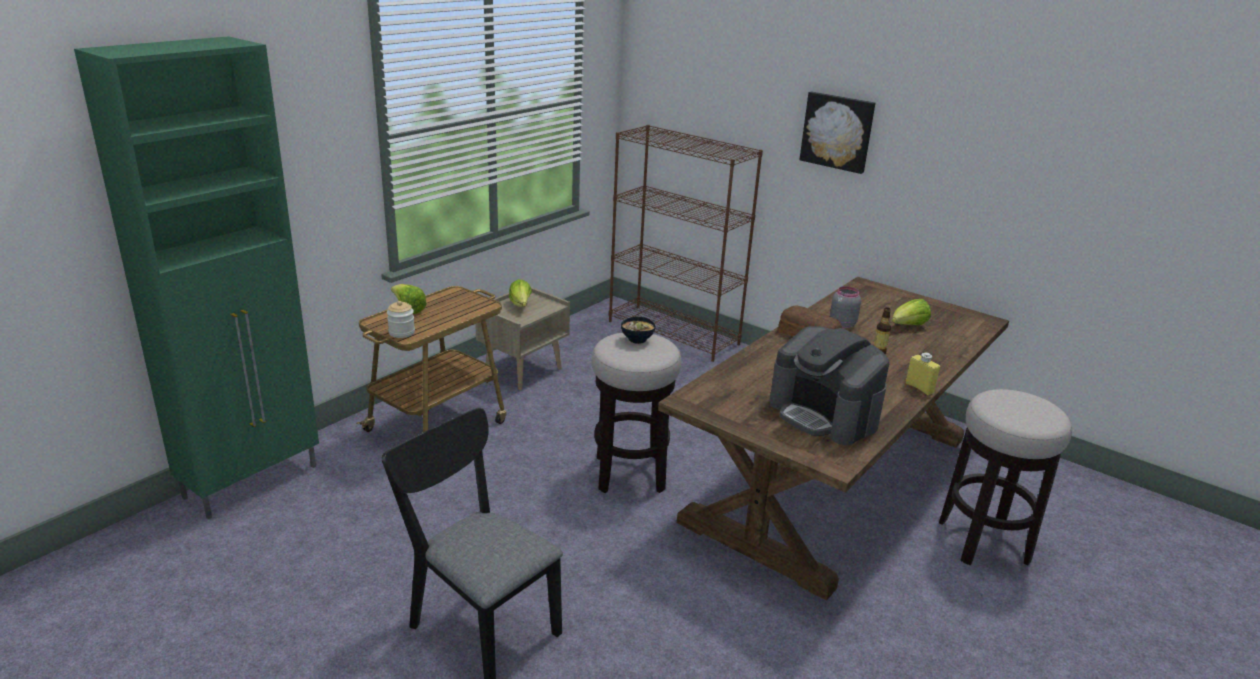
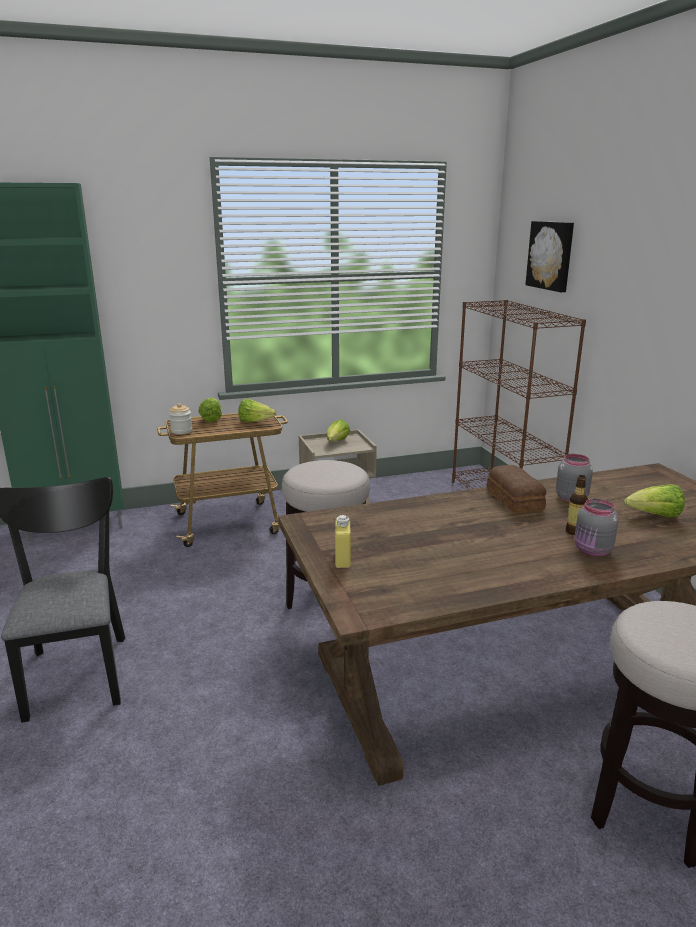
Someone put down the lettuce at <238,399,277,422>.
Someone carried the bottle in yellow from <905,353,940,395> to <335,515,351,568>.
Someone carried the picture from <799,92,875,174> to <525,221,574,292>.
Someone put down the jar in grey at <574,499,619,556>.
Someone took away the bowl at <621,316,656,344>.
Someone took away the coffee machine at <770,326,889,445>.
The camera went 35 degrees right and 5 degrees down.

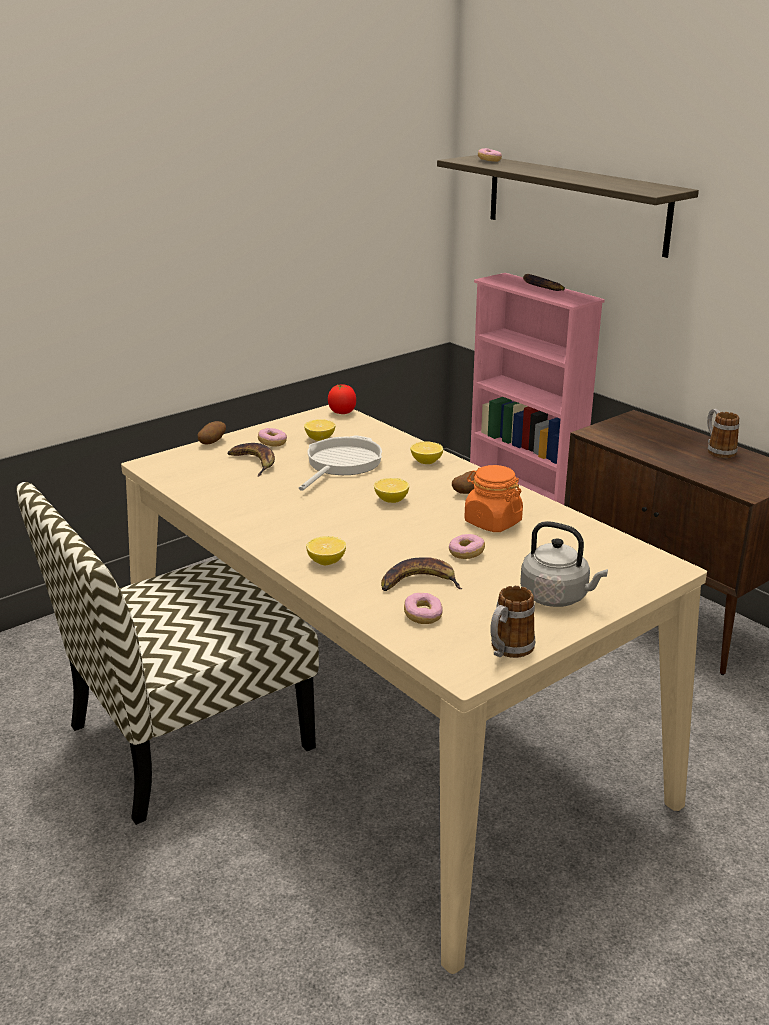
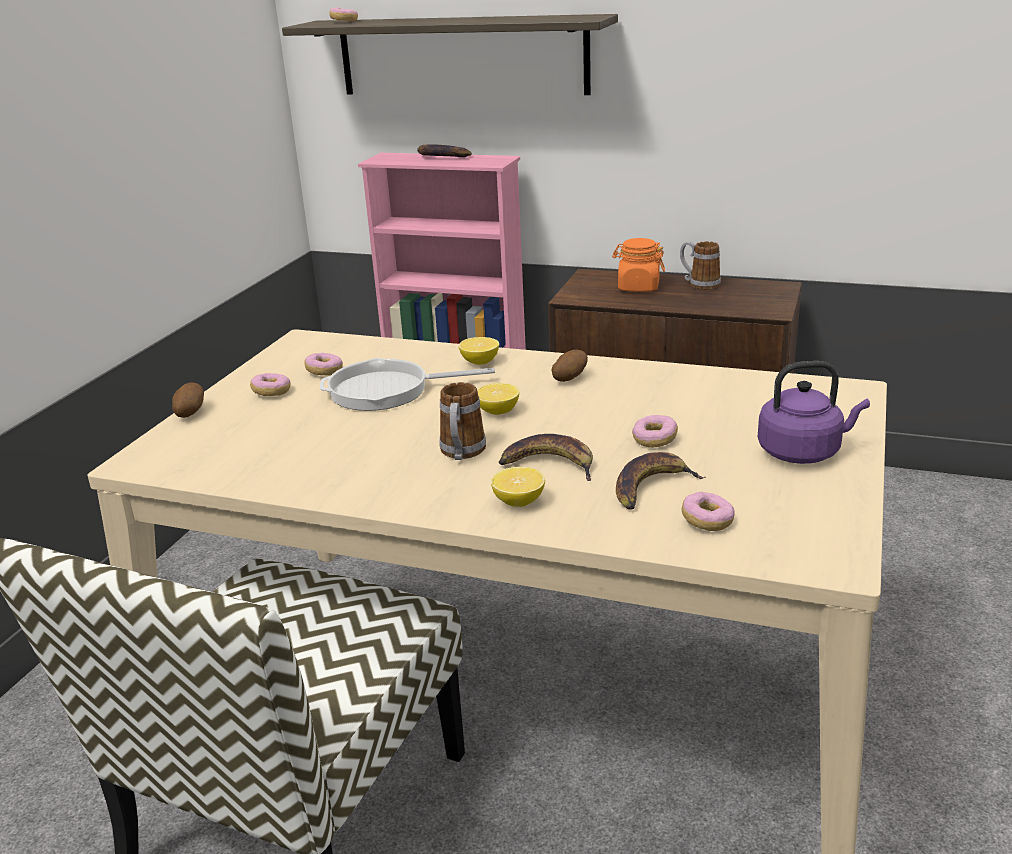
Someone swapped the lemon at <304,419,335,441> for the donut at <304,353,343,375>.
Someone rotated the frying pan at <299,435,382,491> by 90 degrees counterclockwise.
Someone carried the mug from <490,586,535,658> to <440,382,486,460>.
Someone carried the banana from <227,443,275,476> to <499,434,593,481>.
Someone carried the jar in orange from <465,465,523,532> to <612,238,665,292>.
Someone repainted the kettle in grey at <520,521,608,607>, which became the kettle in purple at <758,361,870,464>.
Someone took away the tomato at <328,384,356,414>.
The camera went 30 degrees left and 0 degrees up.

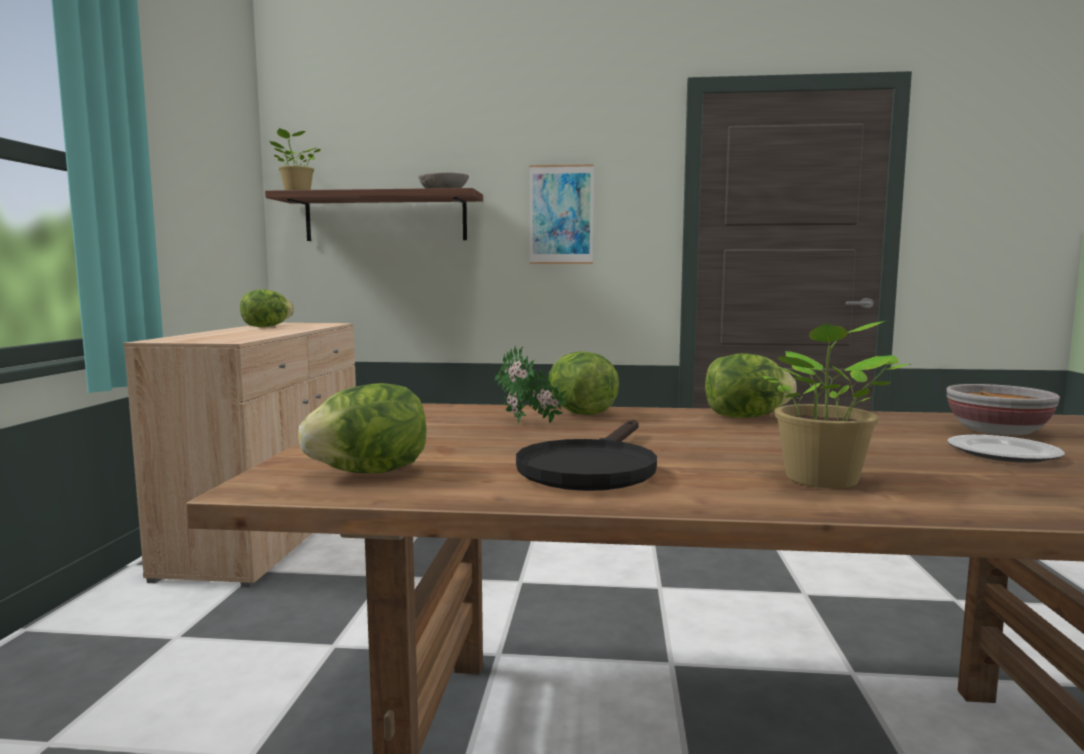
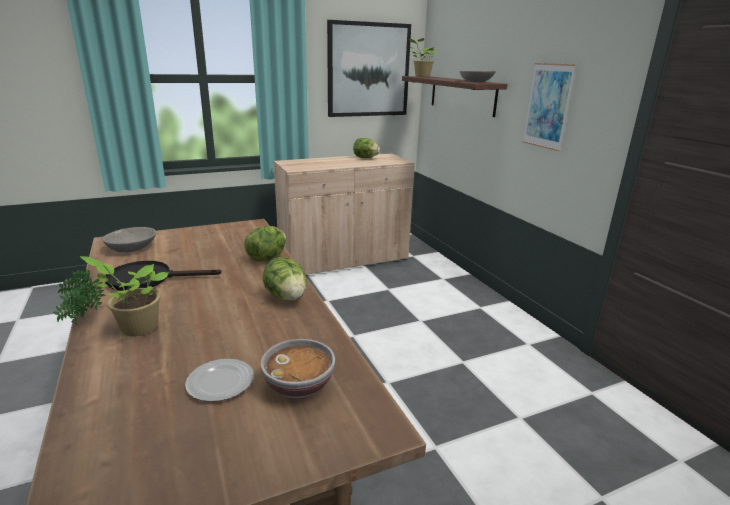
Someone carried the potted plant from <495,345,567,424> to <53,268,106,325>.
Someone swapped the lettuce at <298,383,426,473> for the bowl in grey at <102,227,157,252>.
Someone put up the picture at <327,20,411,117>.
The camera went 60 degrees right and 15 degrees up.

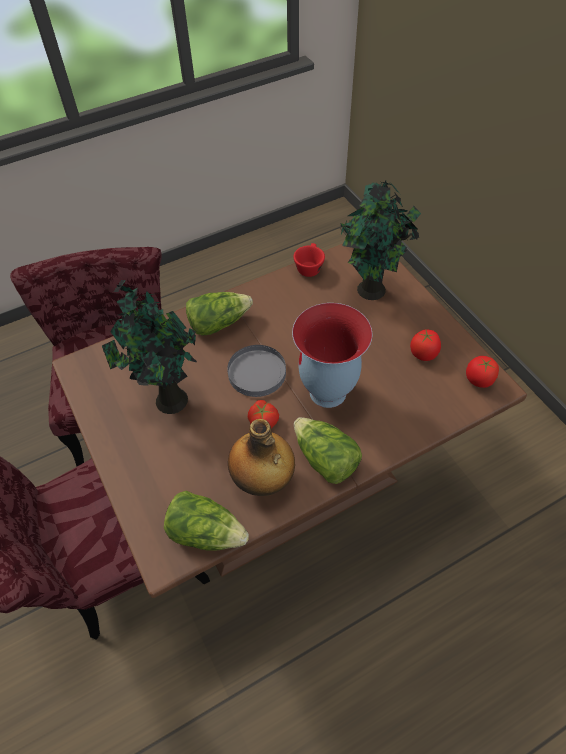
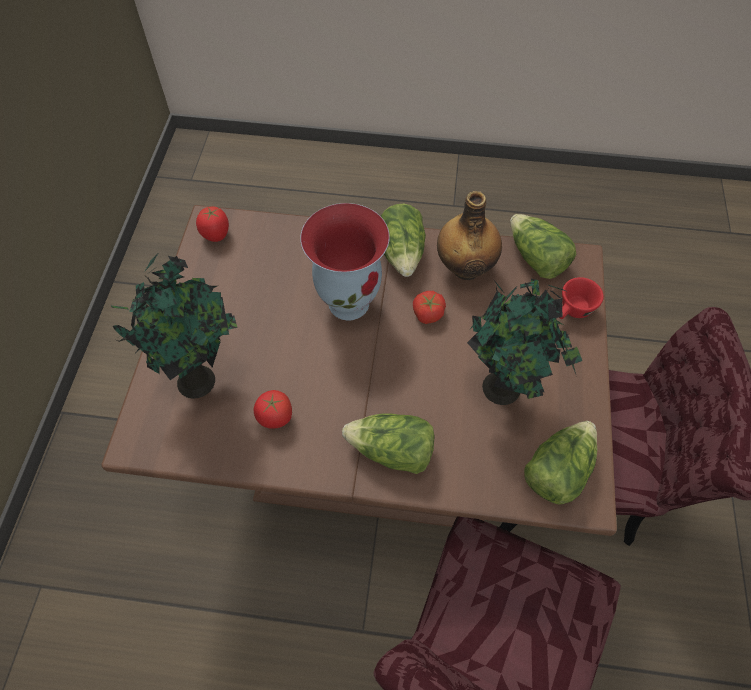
Someone carried the tomato from <410,329,441,361> to <254,390,292,429>.
Someone put down the lettuce at <524,421,598,505>.
Someone carried the cup in red from <294,243,325,277> to <559,277,604,319>.
Someone took away the plate in grey at <227,345,286,397>.
The camera went 145 degrees left and 5 degrees up.

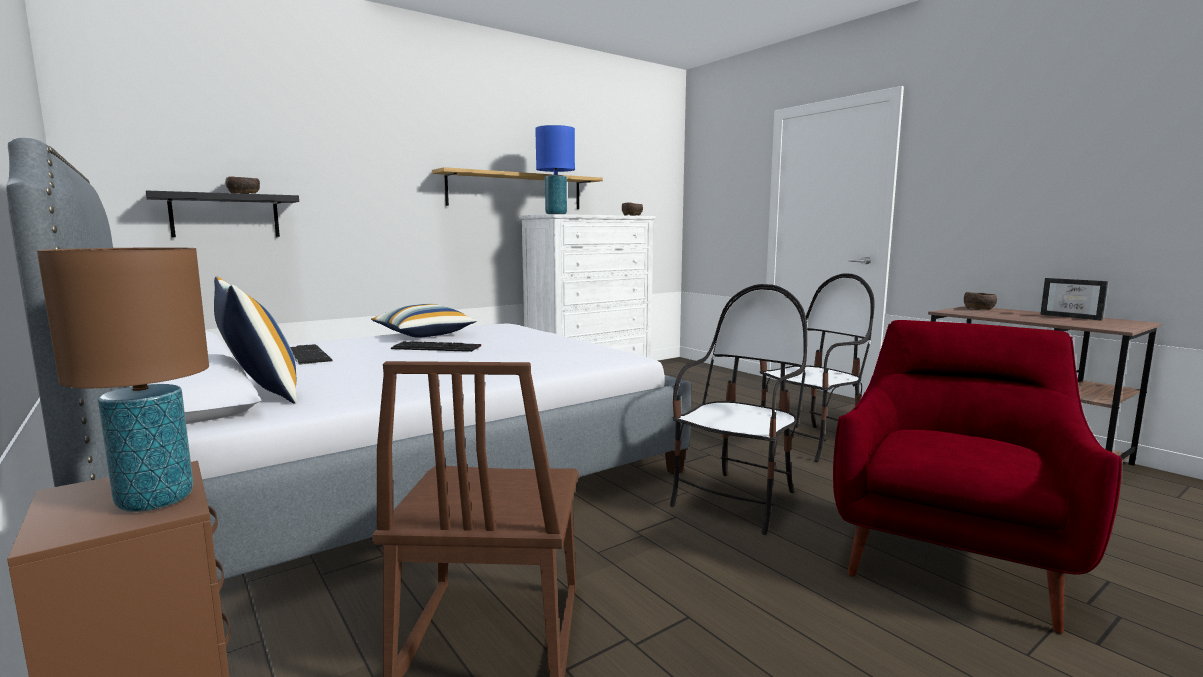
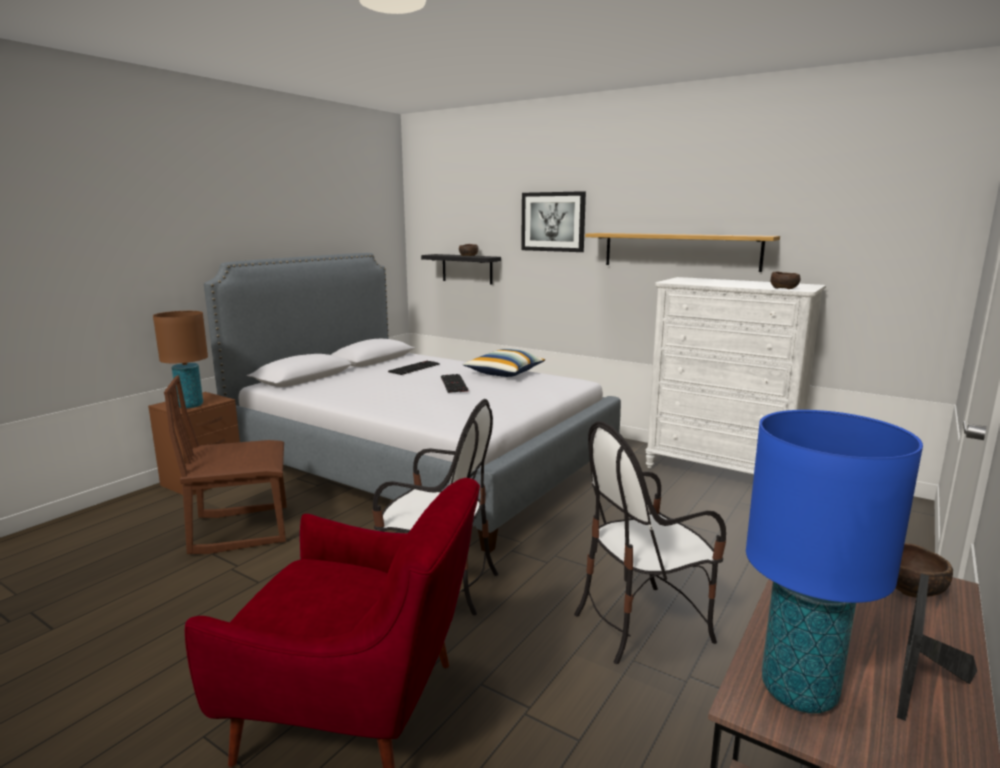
Someone put up the picture at <521,191,586,252>.
Someone rotated the chair at <760,273,875,462> by 120 degrees clockwise.
Someone carried the table lamp in blue from <535,125,575,214> to <746,410,923,714>.
Someone took away the pillow at <214,277,297,404>.
The camera went 70 degrees right and 5 degrees up.

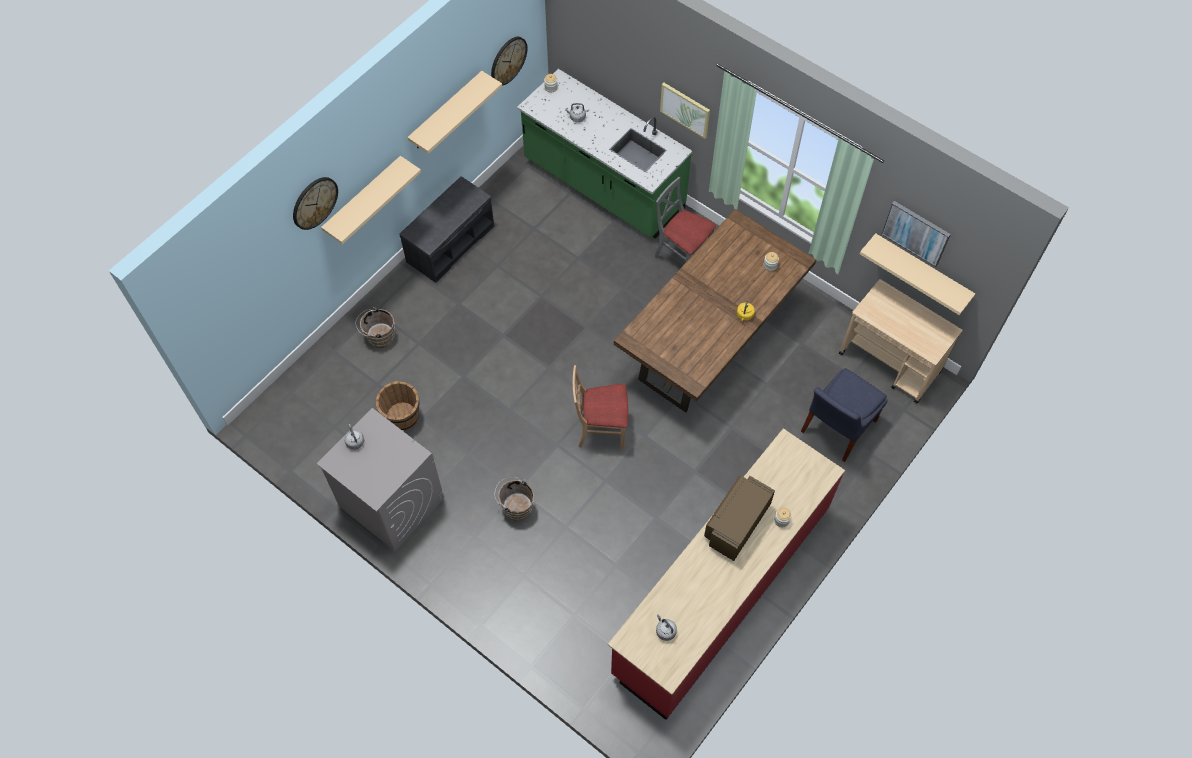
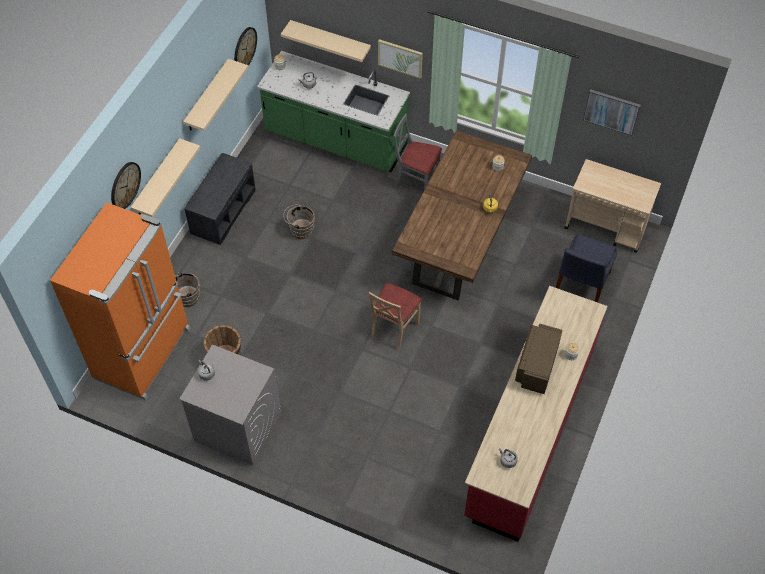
Someone put down the fridge in orange at <50,203,191,400>.
Someone carried the shelf in beige from <860,233,975,315> to <281,20,371,62>.
Someone carried the bucket in brown from <494,477,534,521> to <284,204,315,239>.
Someone rotated the chair in beige at <573,365,628,449> by 45 degrees counterclockwise.
The camera went 15 degrees left and 5 degrees down.

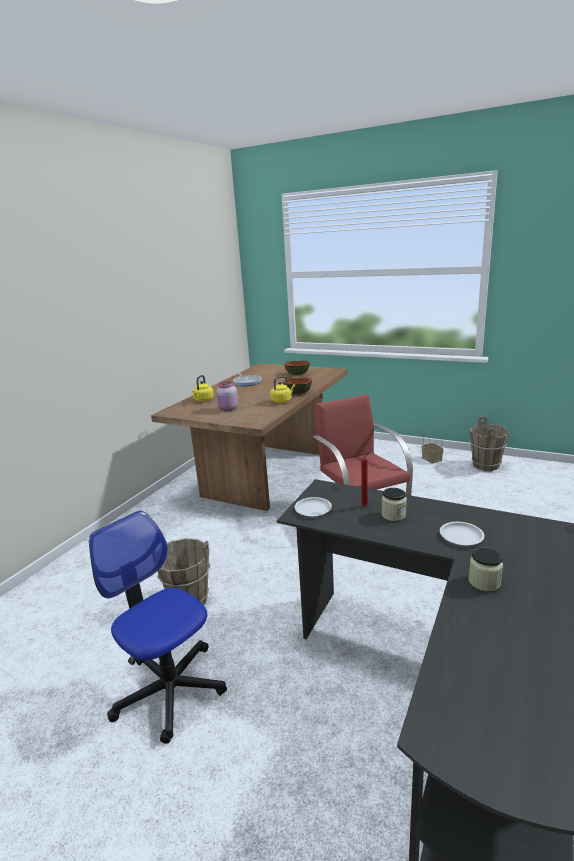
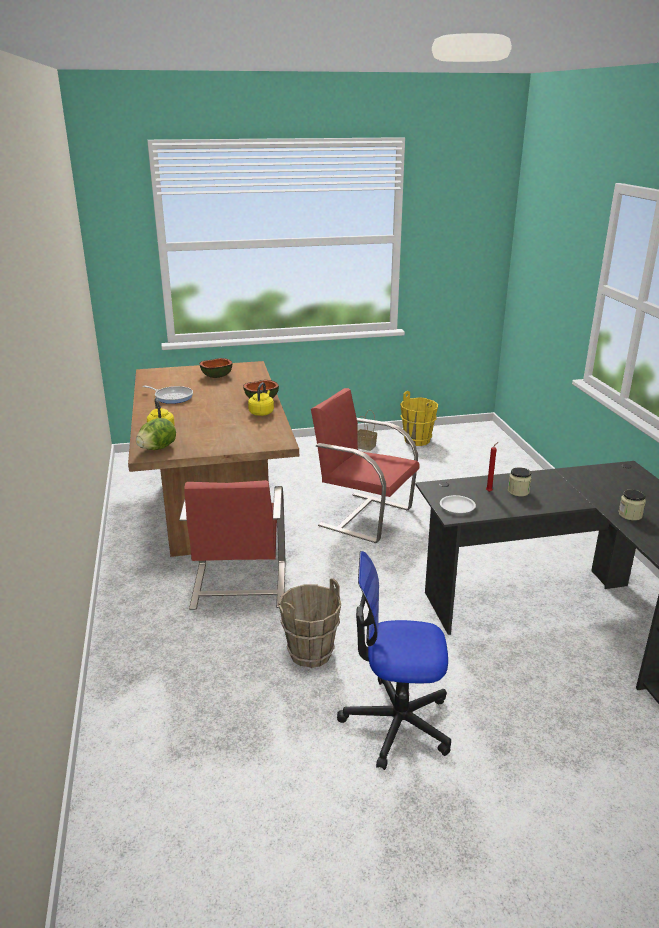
Someone put down the lettuce at <136,418,176,450>.
Someone put down the chair in red at <179,480,285,610>.
Someone repainted the bucket in brown at <470,416,509,471>, which became the bucket in yellow at <400,391,438,446>.
Someone took away the jar in pink at <217,381,238,411>.
Someone took away the plate in white at <440,522,484,545>.
The camera went 40 degrees left and 5 degrees up.

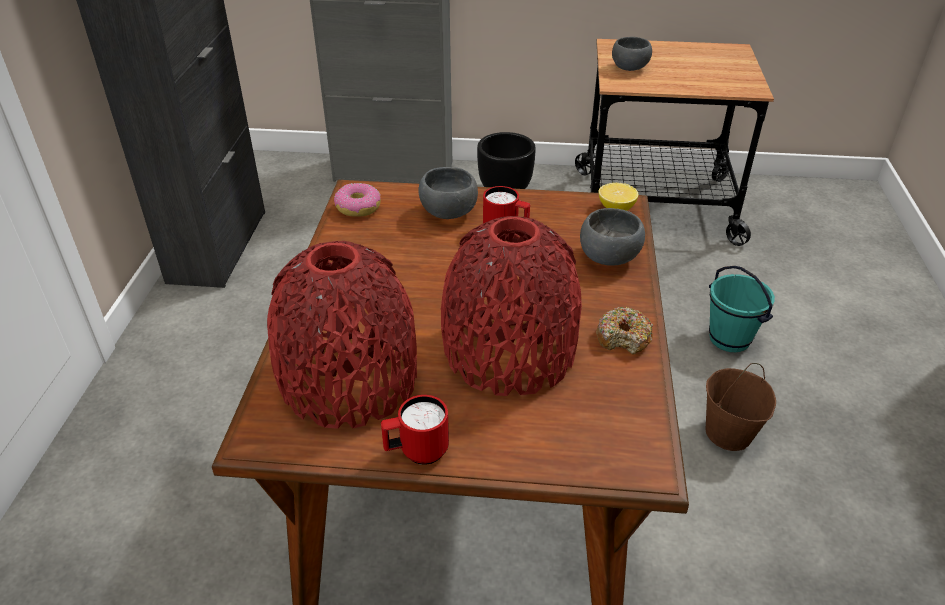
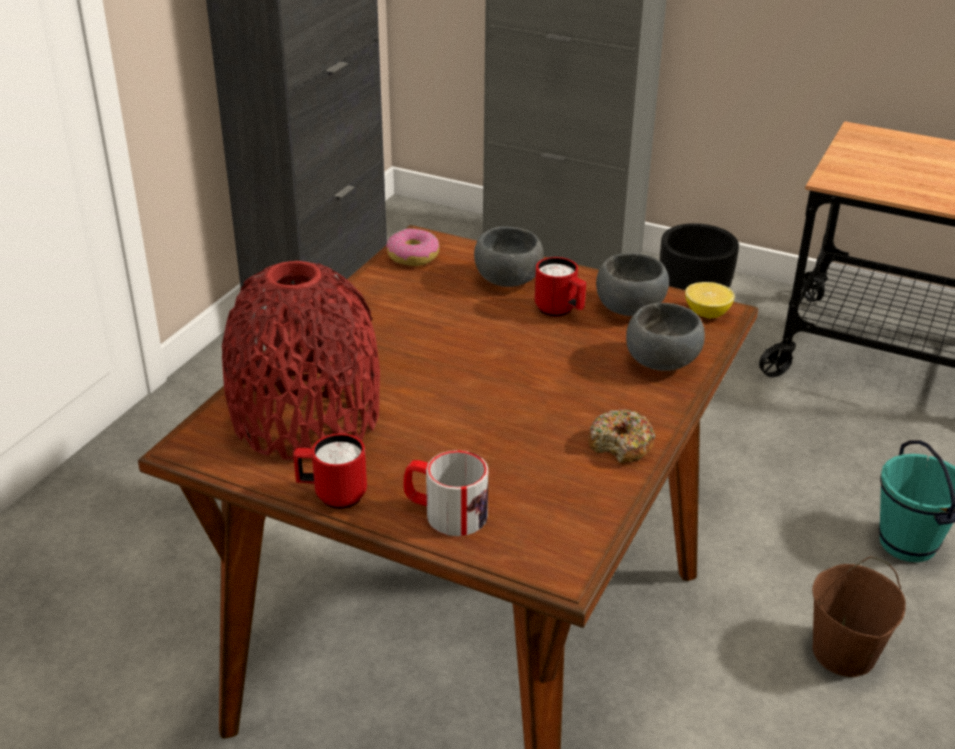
Someone put down the mug at <403,450,488,536>.
Someone carried the bowl in grey from <612,37,652,71> to <596,253,669,316>.
Someone took away the vase in red at <441,216,582,396>.
The camera went 20 degrees right and 5 degrees down.

